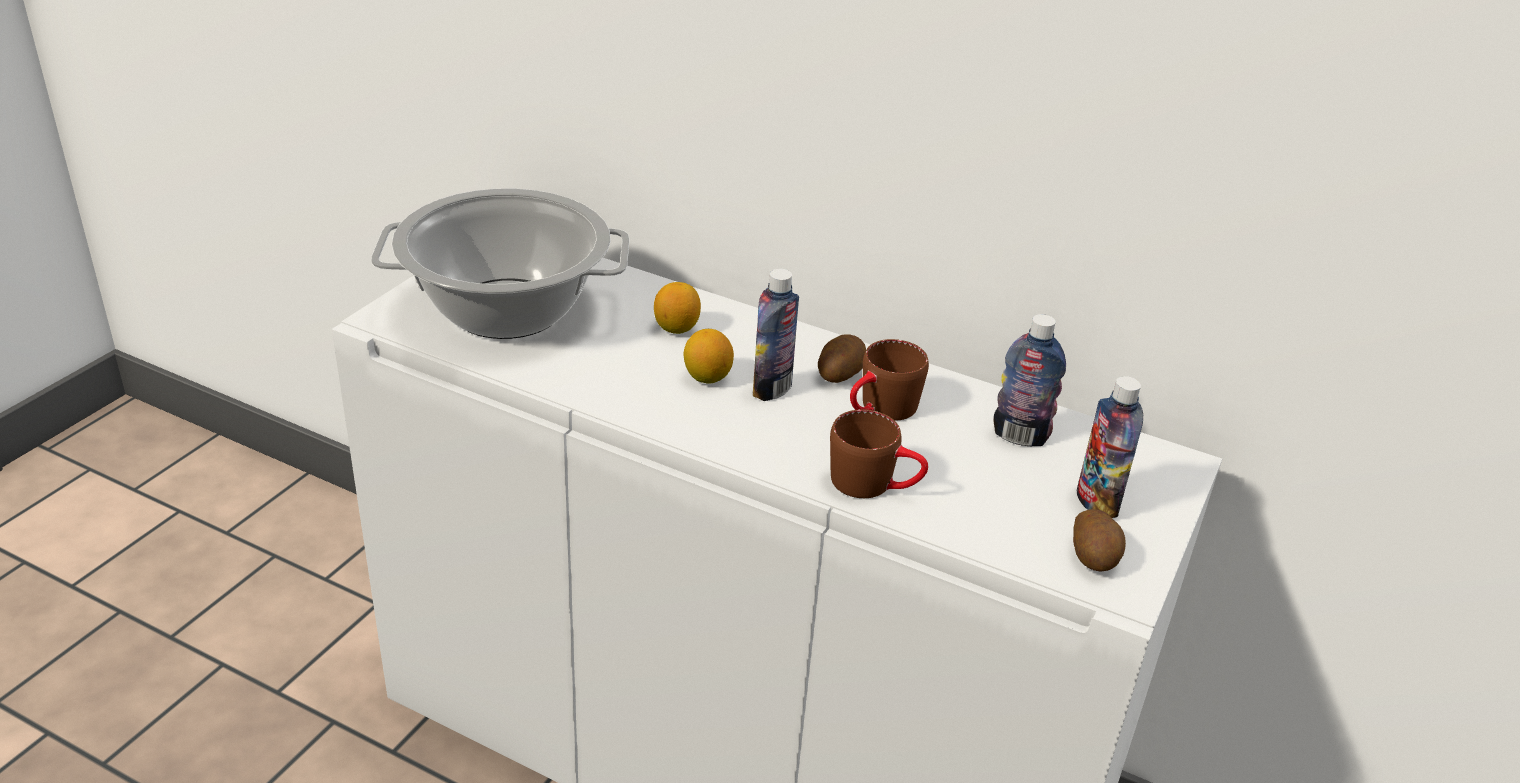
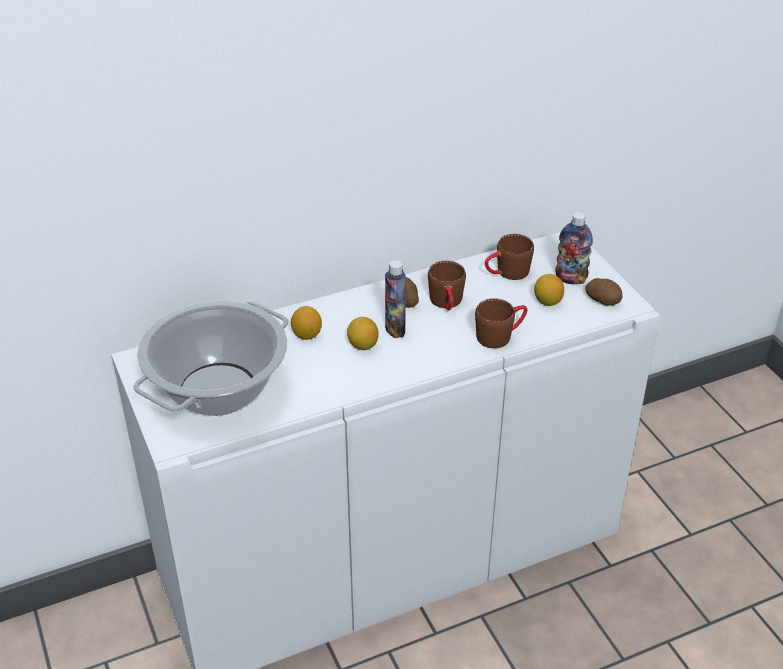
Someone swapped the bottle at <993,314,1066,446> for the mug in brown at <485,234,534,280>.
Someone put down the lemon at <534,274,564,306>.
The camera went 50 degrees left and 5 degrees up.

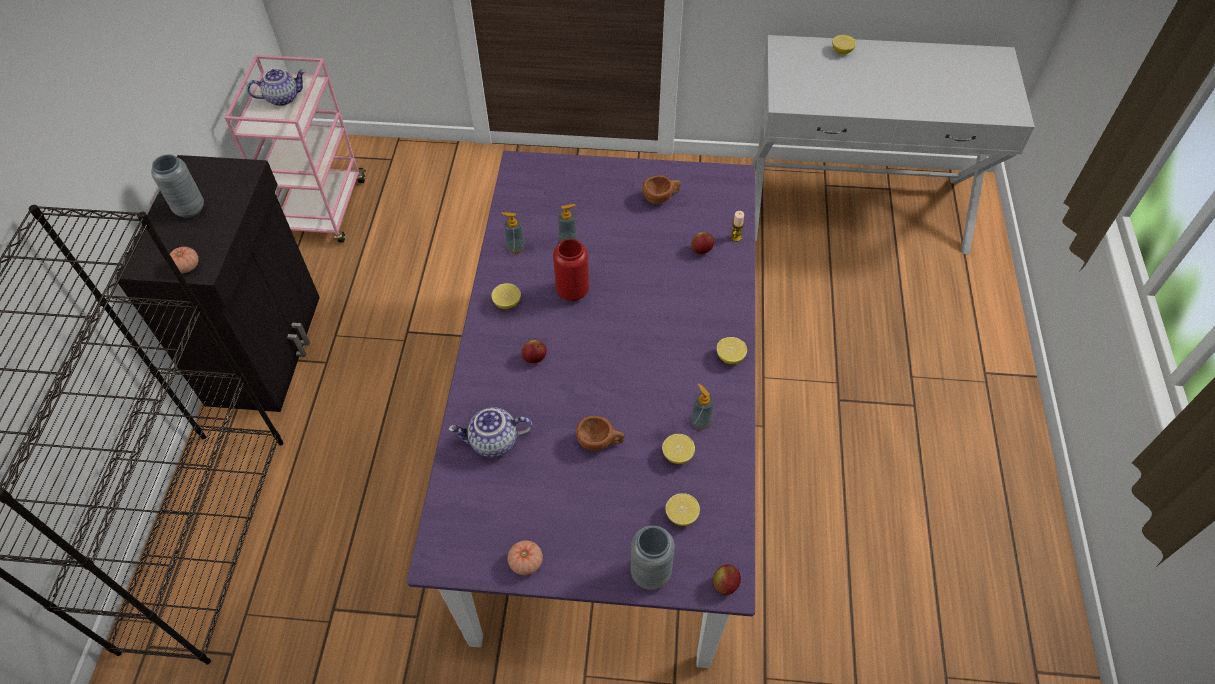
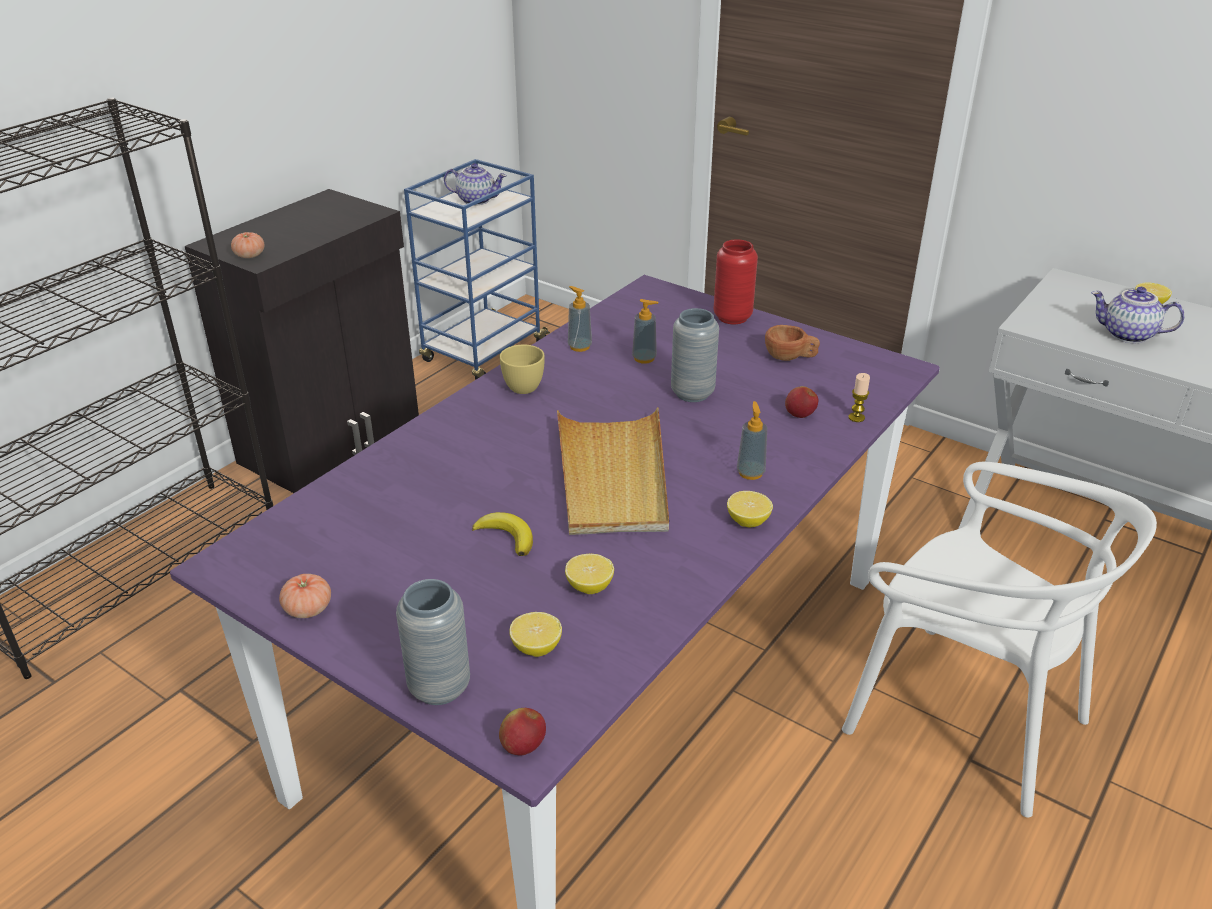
Someone repainted the cart in pink at <225,55,366,243>, which became the cart in blue at <404,159,550,380>.
Someone swapped the cup in brown at <576,416,625,451> for the banana at <472,512,533,556>.
Someone swapped the lemon at <491,283,521,309> for the cup in yellow at <500,345,545,394>.
Someone put down the tray in beige at <557,407,669,535>.
Someone carried the vase in grey from <151,155,204,218> to <671,308,719,402>.
Someone carried the vase in red from <553,239,589,301> to <714,239,758,324>.
Someone carried the soap dispenser from <691,383,714,430> to <737,401,767,480>.
Someone put down the chair in white at <842,462,1157,818>.
Someone carried the teapot from <448,407,533,458> to <1091,287,1185,343>.
Someone took away the apple at <521,340,546,363>.
The camera went 30 degrees right and 20 degrees down.

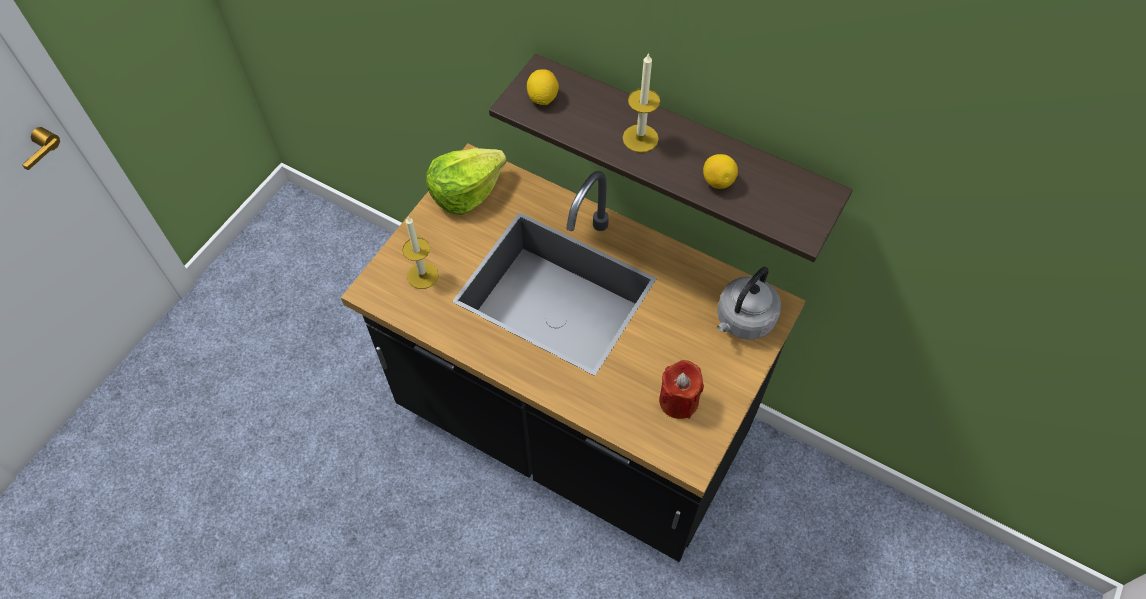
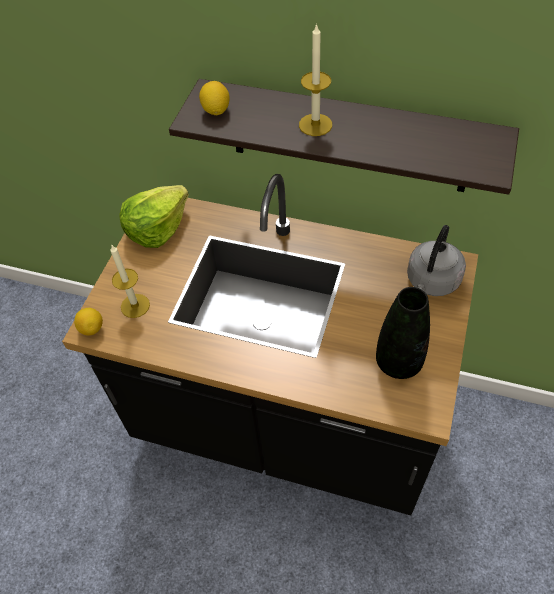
Someone carried the lemon from <703,154,738,189> to <74,308,103,336>.
Someone swapped the candle in red at <659,360,704,419> for the vase in black at <376,287,430,379>.
The camera went 10 degrees left and 5 degrees down.

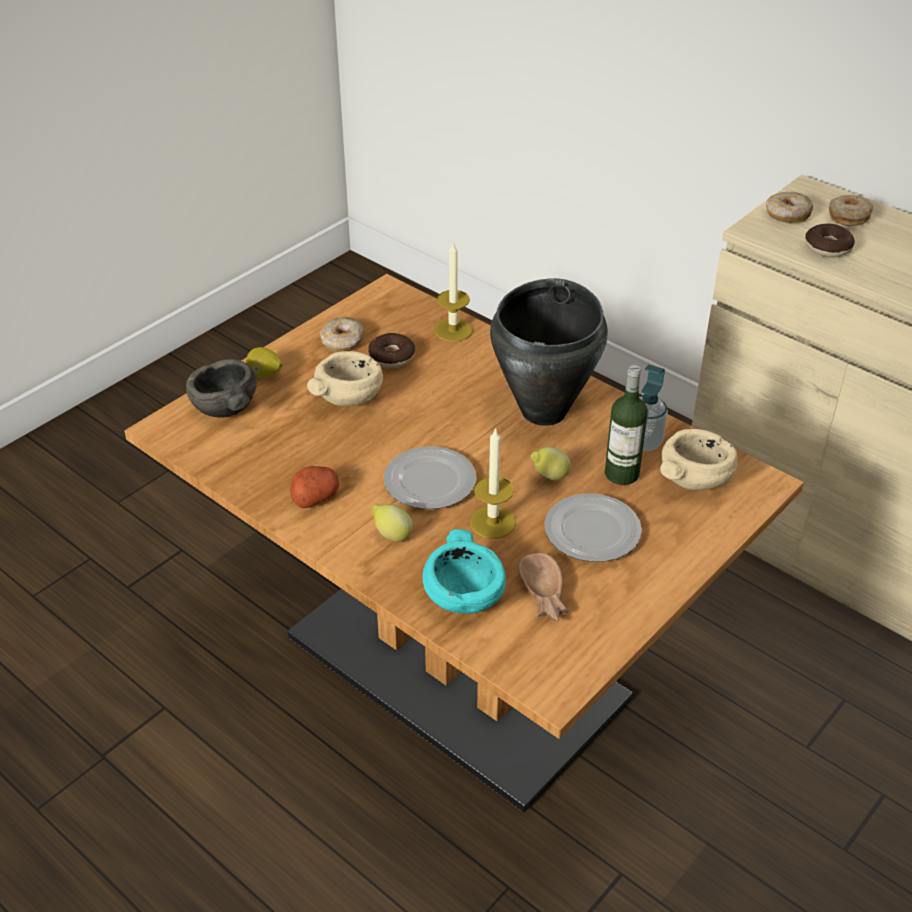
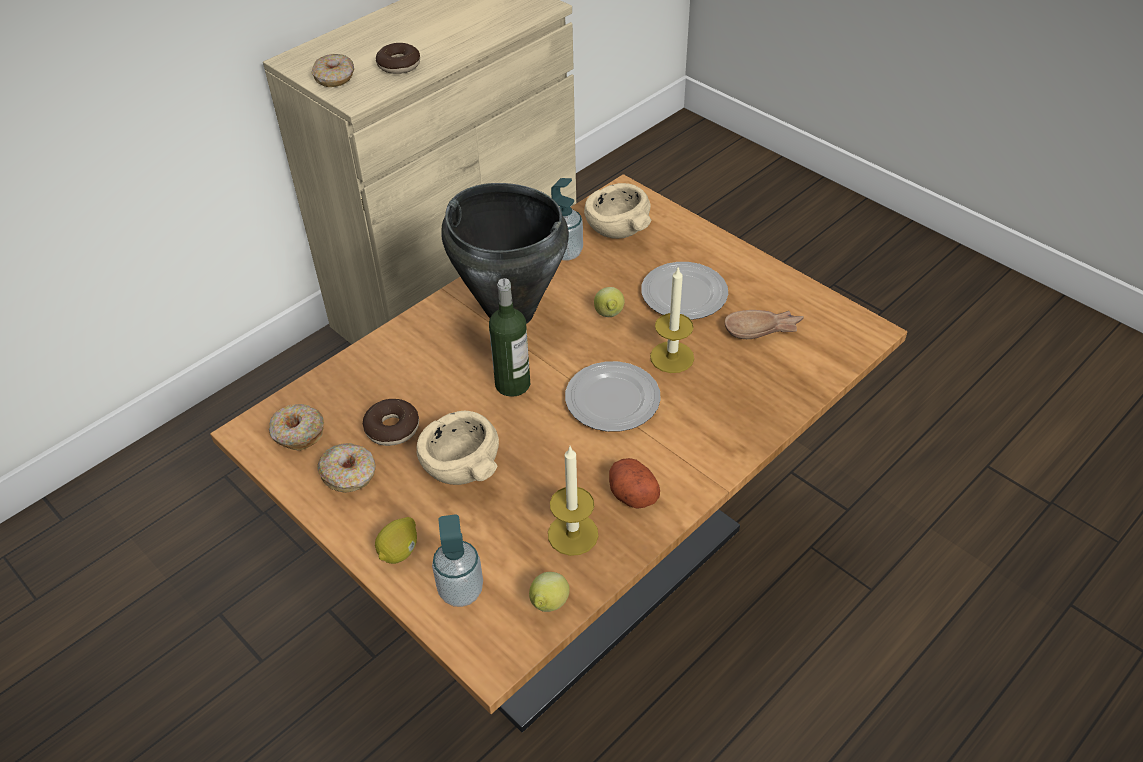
Someone carried the donut from <829,195,873,226> to <269,404,324,451>.
Someone swapped the bowl in grey at <186,359,257,418> for the soap dispenser at <432,514,483,607>.
Someone carried the bottle from <605,365,648,485> to <489,278,530,397>.
Someone carried the lemon from <371,504,413,542> to <529,572,570,612>.
Someone carried the candle from <434,241,473,342> to <548,447,598,556>.
Someone took away the bowl in turquoise at <423,529,506,614>.
The camera went 85 degrees left and 5 degrees up.

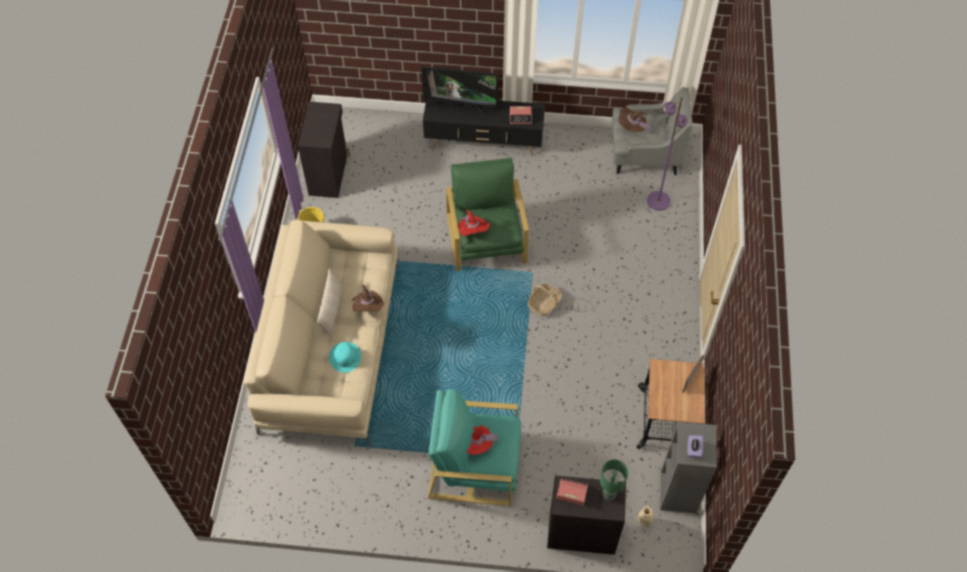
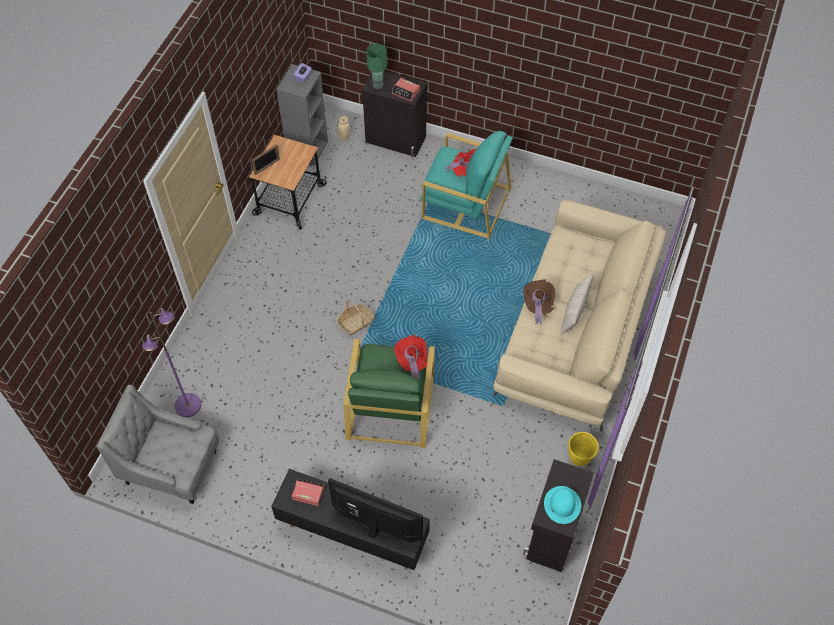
Someone carried the hat in turquoise from <329,342,361,373> to <544,486,581,524>.
Someone took away the hat in brown at <619,106,652,132>.
The camera went 165 degrees left and 0 degrees up.

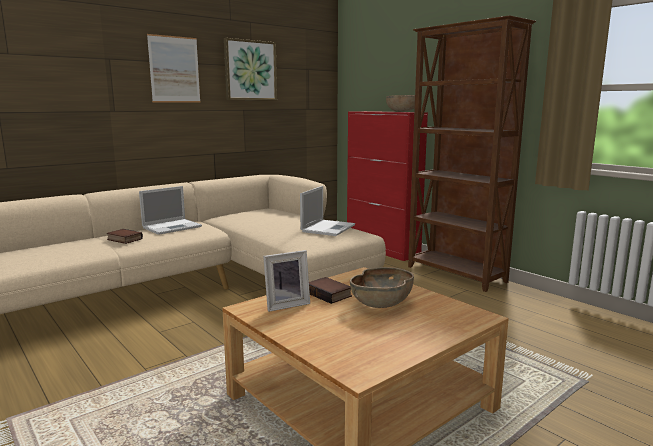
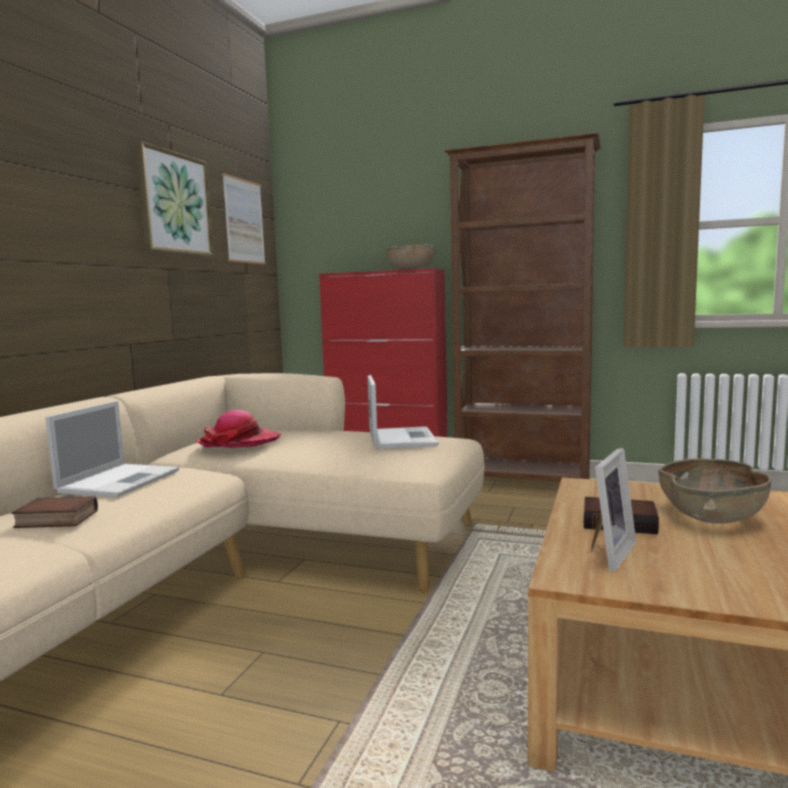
Someone put down the hat at <196,410,281,448>.
Someone carried the picture from <147,34,201,103> to <222,173,266,264>.
The camera went 30 degrees left and 5 degrees down.

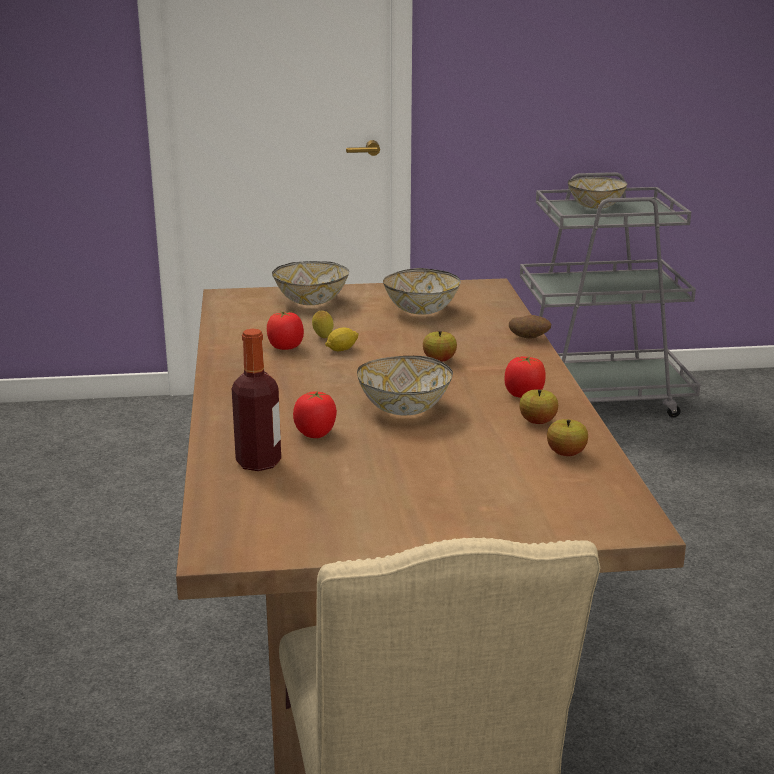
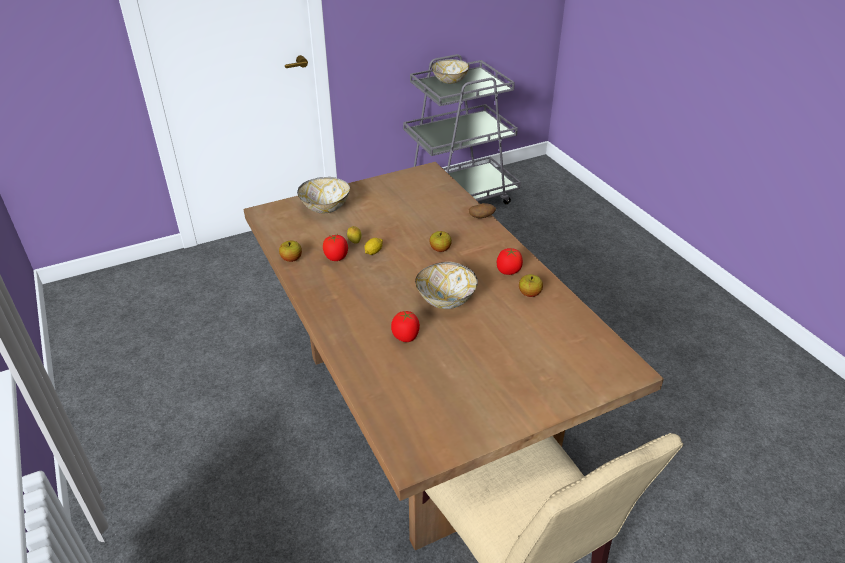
Someone carried the apple from <547,419,588,456> to <279,241,302,262>.
Someone took away the bottle at <232,328,281,471>.
Someone took away the bowl at <383,268,461,315>.
The camera went 20 degrees left and 15 degrees up.

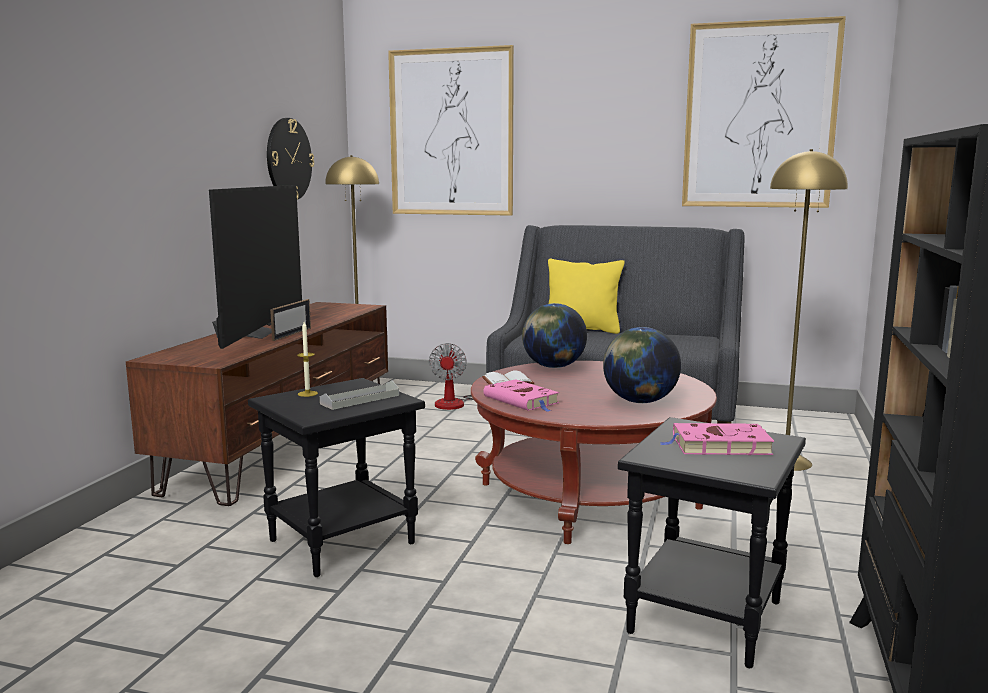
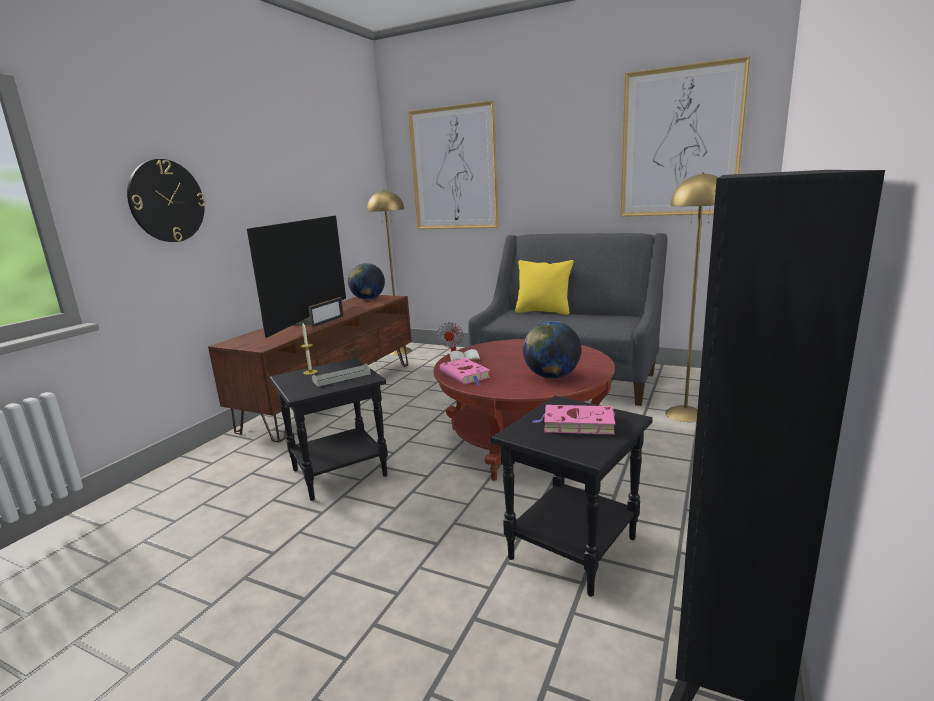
Someone carried the wall clock from <267,118,314,200> to <127,159,205,242>.
Someone carried the globe from <522,303,587,368> to <348,263,385,300>.
The camera went 10 degrees right and 5 degrees up.

